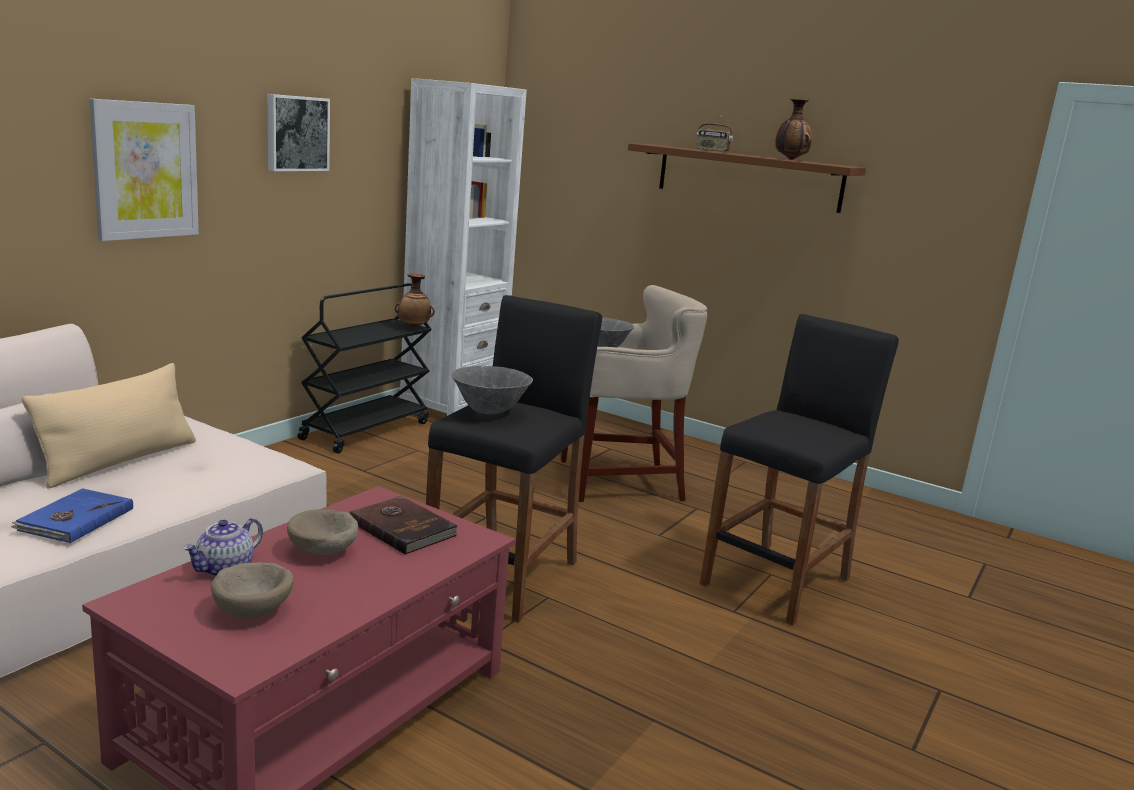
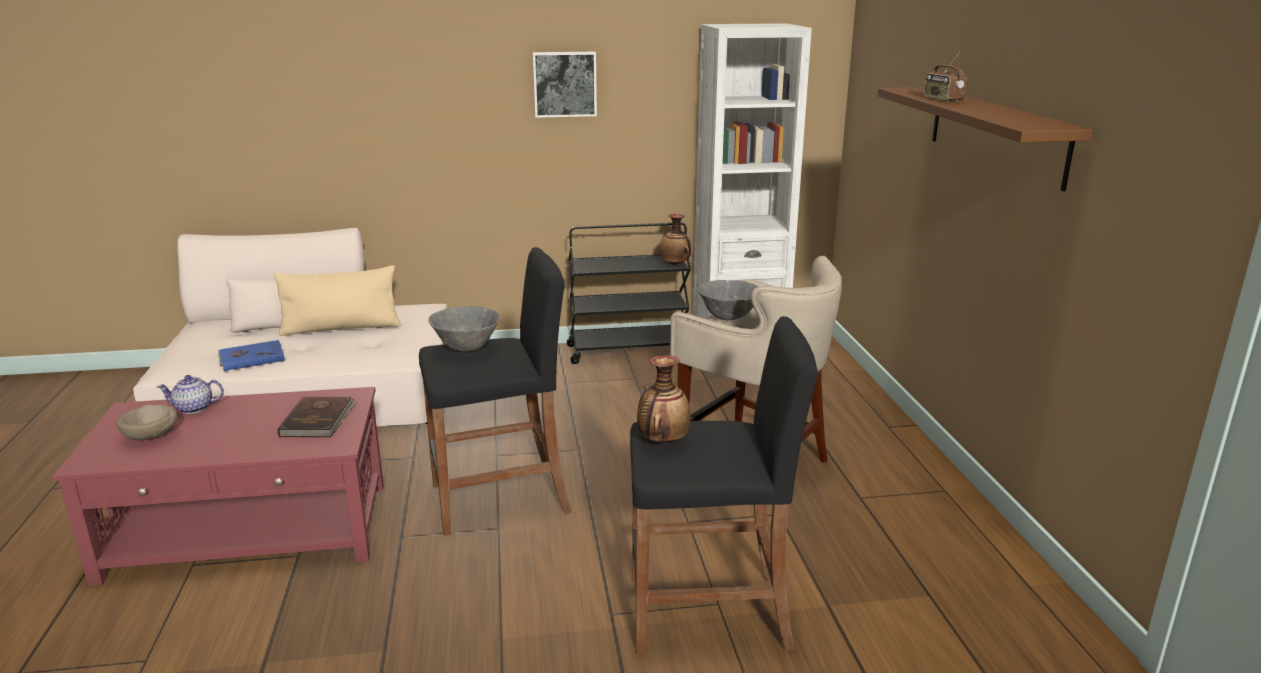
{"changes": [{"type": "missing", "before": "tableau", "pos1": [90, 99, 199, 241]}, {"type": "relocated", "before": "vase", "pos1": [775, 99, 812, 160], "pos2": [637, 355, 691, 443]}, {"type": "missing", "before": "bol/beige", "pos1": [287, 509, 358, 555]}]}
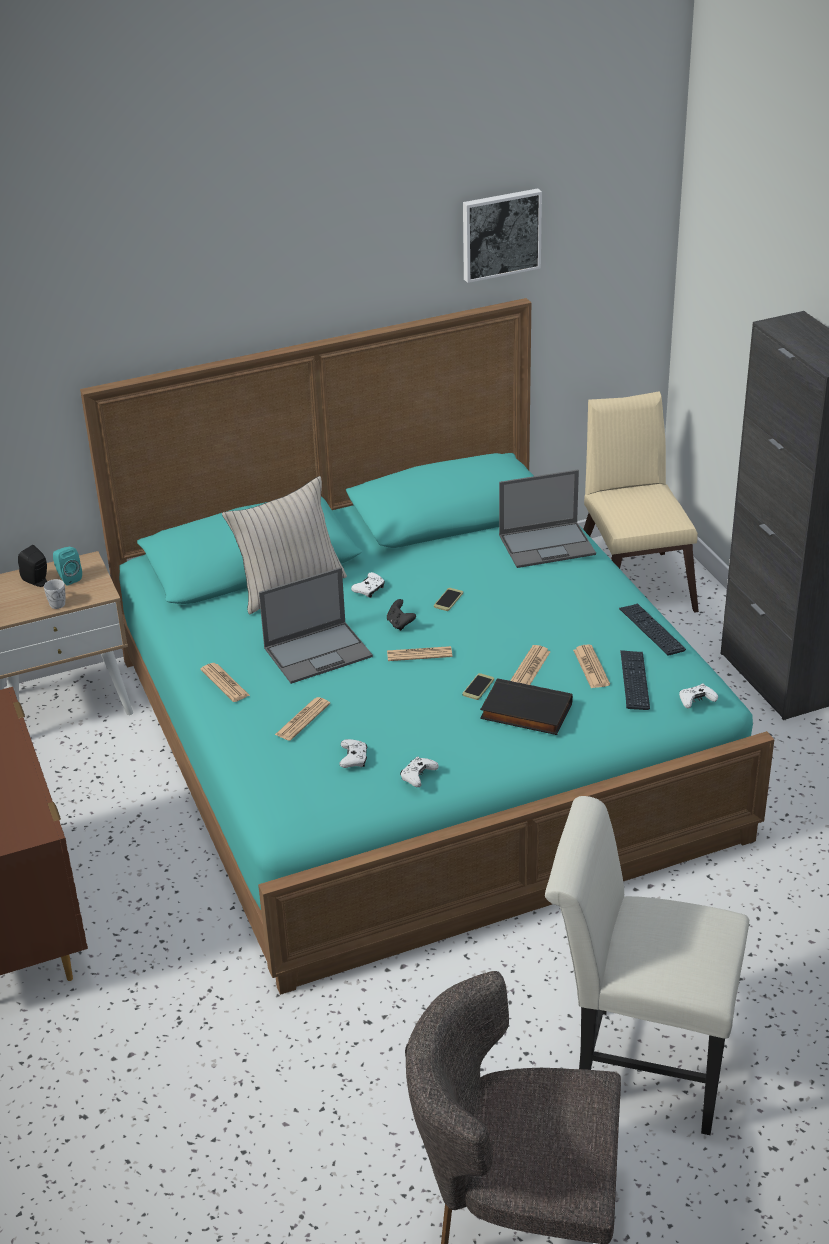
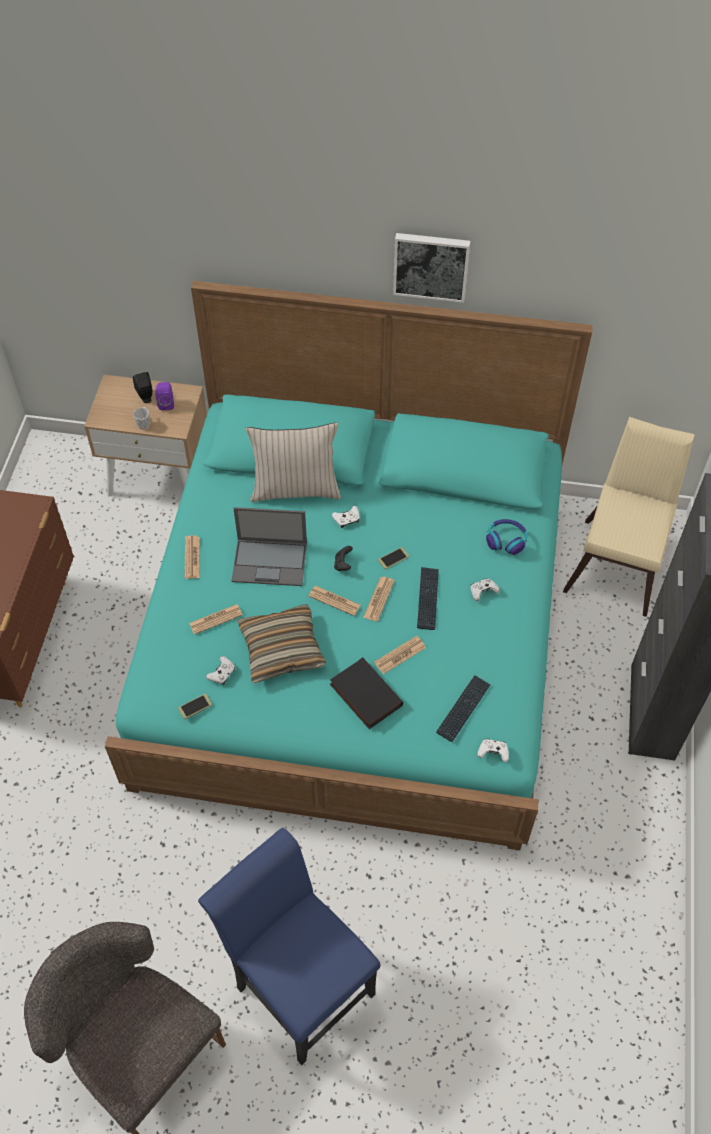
{"changes": [{"type": "relocated", "before": "tableau", "pos1": [463, 188, 542, 283], "pos2": [393, 233, 470, 303]}, {"type": "exchanged", "before": "ordinateur portable", "after": "casque audio", "pos1": [499, 470, 596, 568], "pos2": [486, 519, 527, 555]}, {"type": "colour", "before": "enceinte/turquoise", "after": "enceinte/violet", "pos1": [53, 547, 82, 586], "pos2": [155, 382, 174, 410]}, {"type": "relocated", "before": "clavier", "pos1": [619, 604, 686, 656], "pos2": [417, 567, 439, 630]}, {"type": "relocated", "before": "journal", "pos1": [573, 645, 610, 688], "pos2": [363, 577, 395, 622]}, {"type": "relocated", "before": "téléphone", "pos1": [462, 673, 494, 700], "pos2": [178, 694, 212, 719]}, {"type": "relocated", "before": "manette/blanc", "pos1": [400, 757, 439, 787], "pos2": [470, 578, 500, 601]}, {"type": "colour", "before": "chaise/blanc", "after": "chaise/bleu", "pos1": [545, 796, 749, 1135], "pos2": [198, 828, 381, 1065]}, {"type": "appeared", "after": "coussin", "pos2": [237, 605, 326, 683]}]}
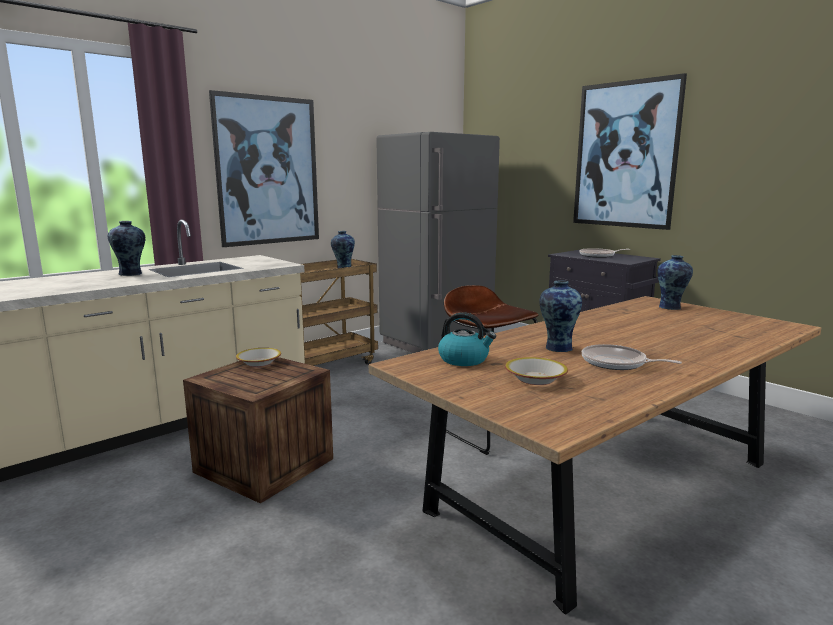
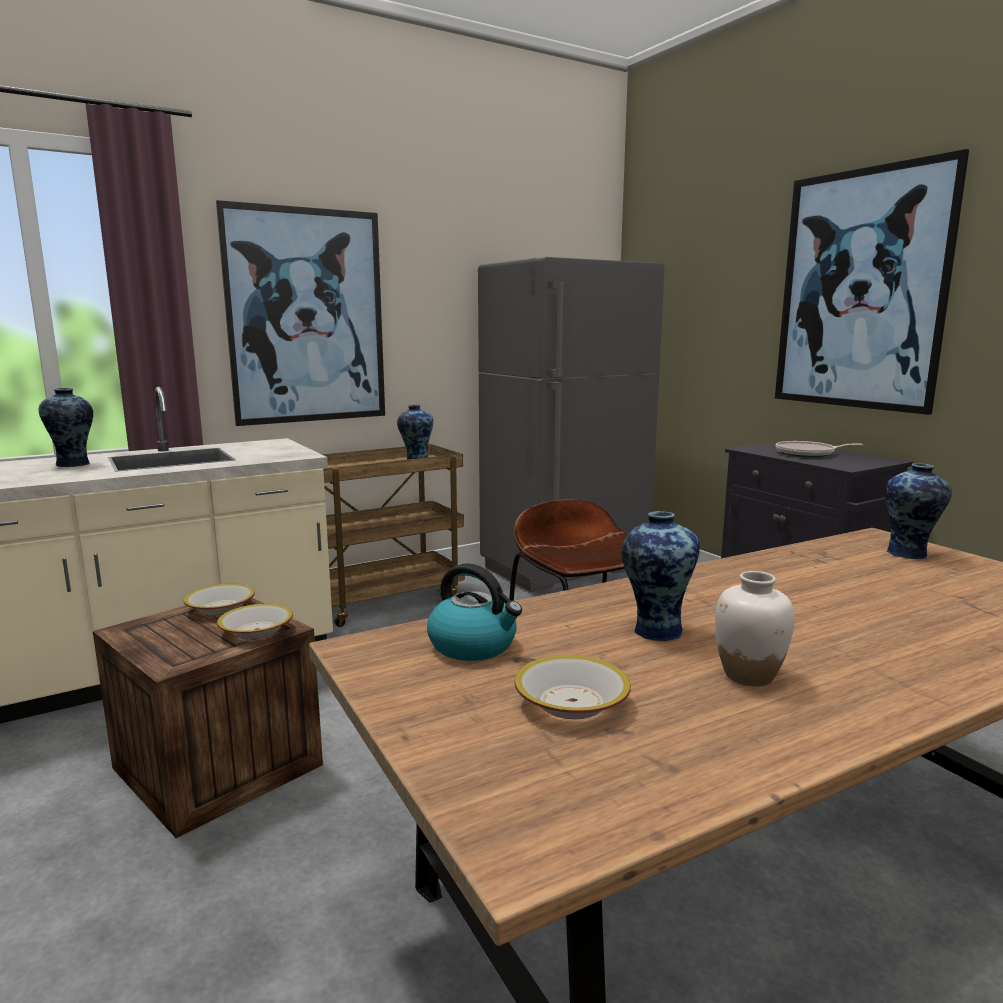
{"changes": [{"type": "exchanged", "before": "poêle", "after": "vase/blanc", "pos1": [582, 344, 682, 370], "pos2": [715, 571, 794, 687]}, {"type": "appeared", "after": "bol", "pos2": [217, 604, 293, 639]}]}
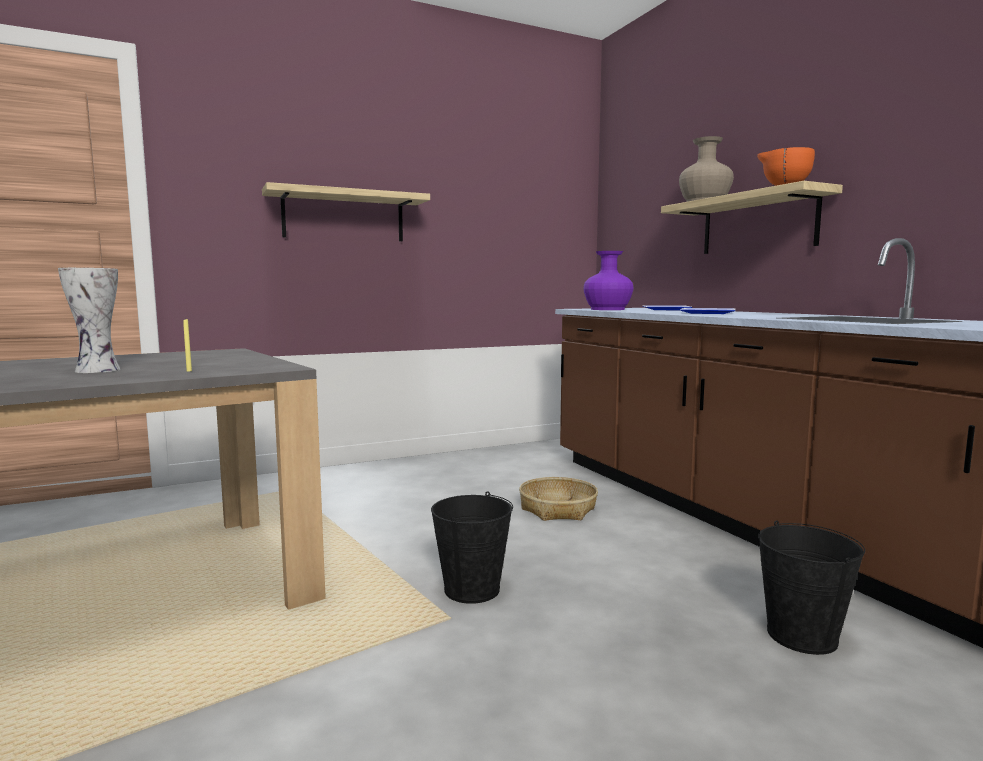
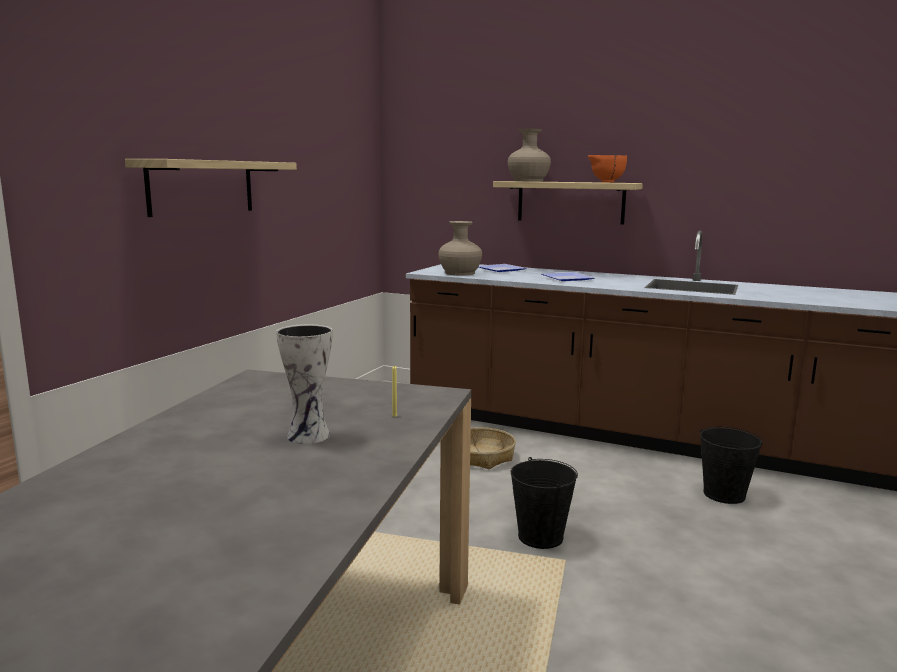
{"changes": [{"type": "colour", "before": "vase/violet", "after": "vase/beige", "pos1": [583, 251, 634, 310], "pos2": [438, 221, 482, 276]}]}
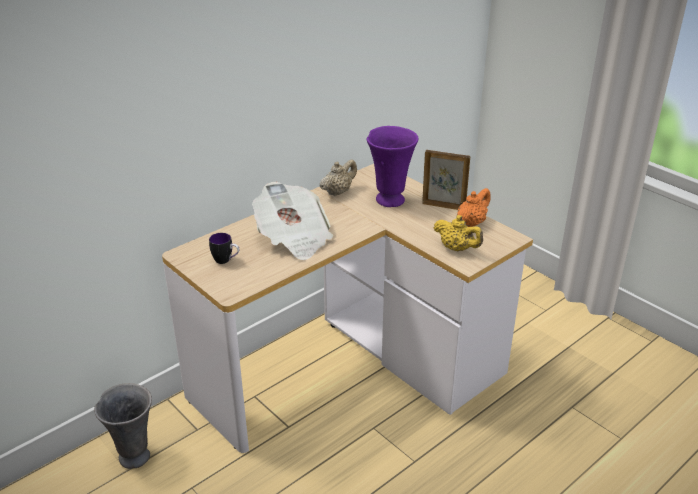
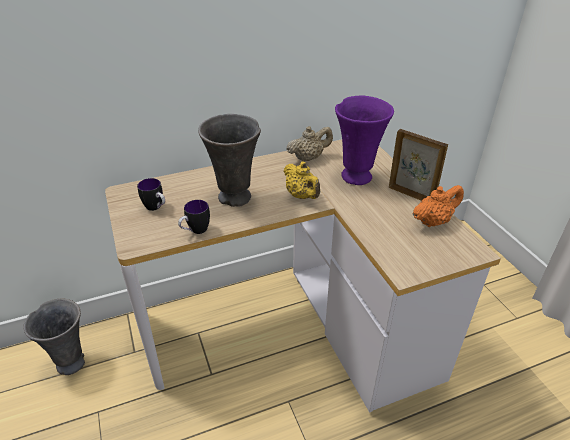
{"changes": [{"type": "exchanged", "before": "journal", "after": "vase/gris", "pos1": [252, 182, 333, 260], "pos2": [198, 114, 261, 207]}, {"type": "relocated", "before": "théière/jaune", "pos1": [434, 215, 483, 251], "pos2": [284, 161, 320, 199]}, {"type": "appeared", "after": "mug", "pos2": [178, 200, 210, 234]}]}
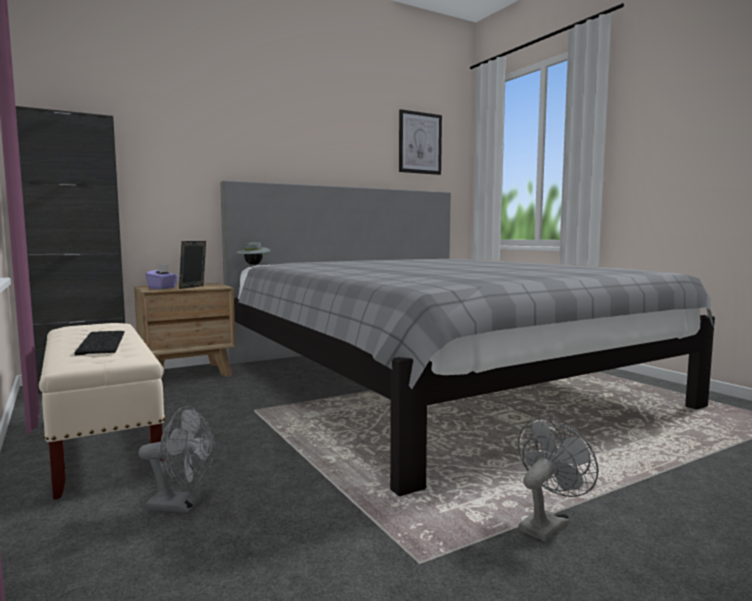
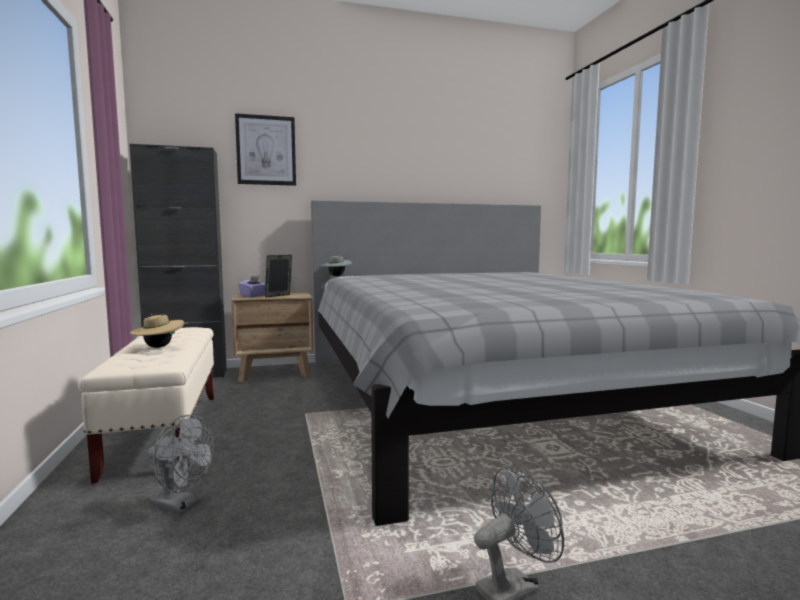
{"changes": [{"type": "relocated", "before": "tableau", "pos1": [399, 109, 442, 175], "pos2": [235, 113, 296, 186]}, {"type": "exchanged", "before": "clavier", "after": "chapeau/beige", "pos1": [74, 331, 125, 355], "pos2": [130, 314, 184, 348]}]}
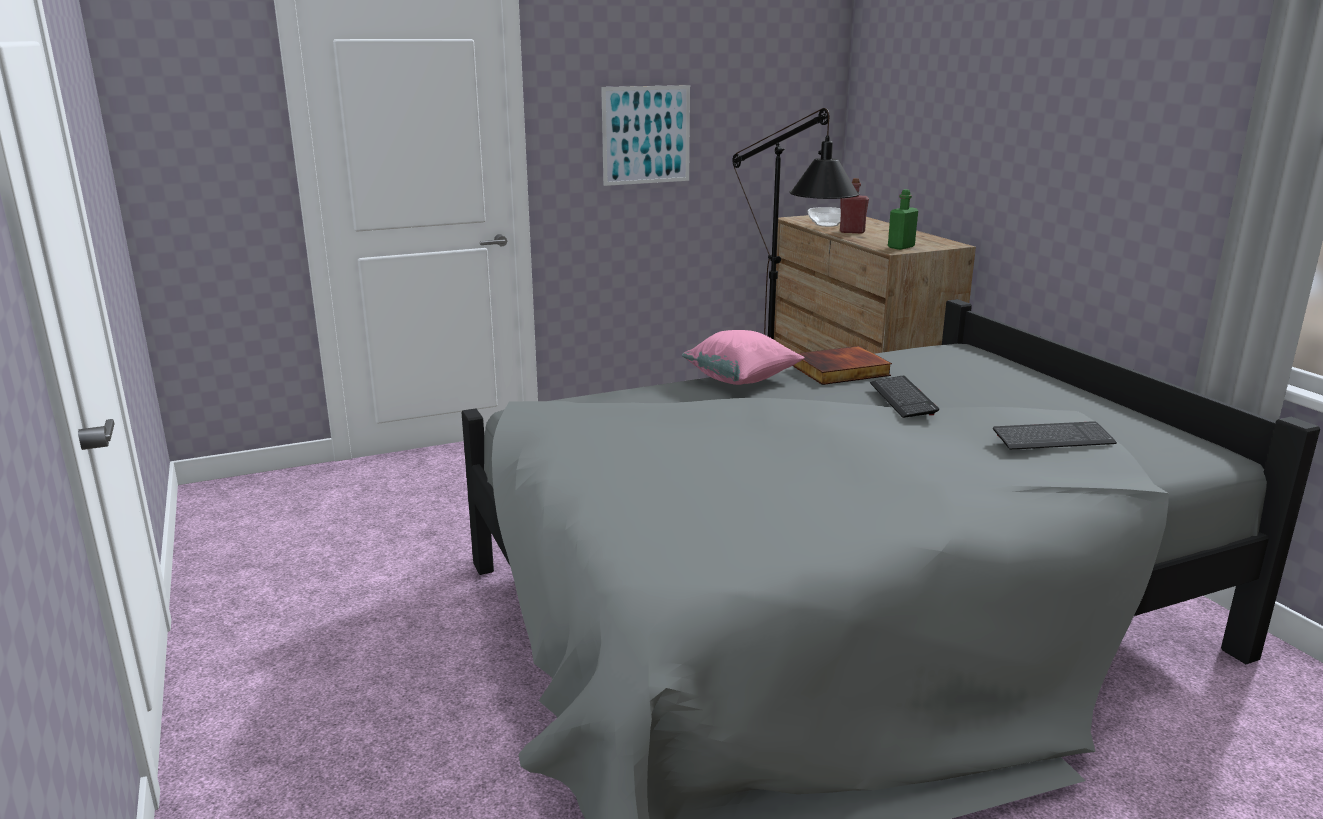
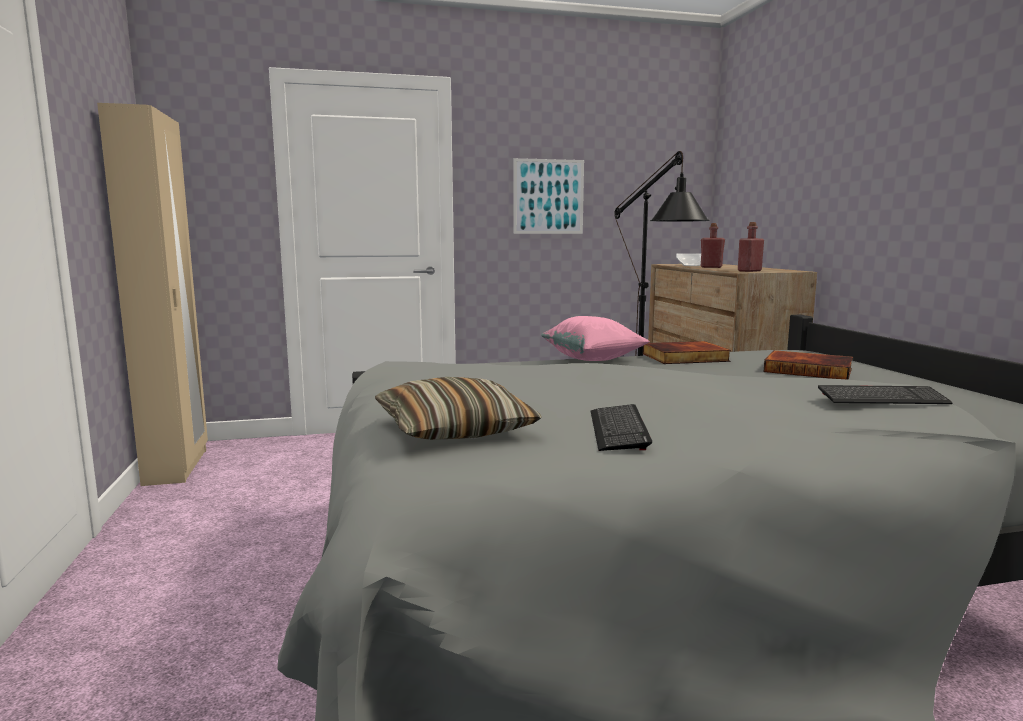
{"changes": [{"type": "colour", "before": "bouteille/vert", "after": "bouteille/rouge", "pos1": [888, 189, 918, 250], "pos2": [738, 222, 764, 272]}, {"type": "relocated", "before": "clavier", "pos1": [870, 376, 939, 418], "pos2": [591, 404, 652, 451]}, {"type": "appeared", "after": "armoire/beige", "pos2": [97, 103, 208, 486]}, {"type": "appeared", "after": "livre", "pos2": [764, 350, 853, 380]}, {"type": "appeared", "after": "coussin", "pos2": [375, 377, 542, 440]}]}
